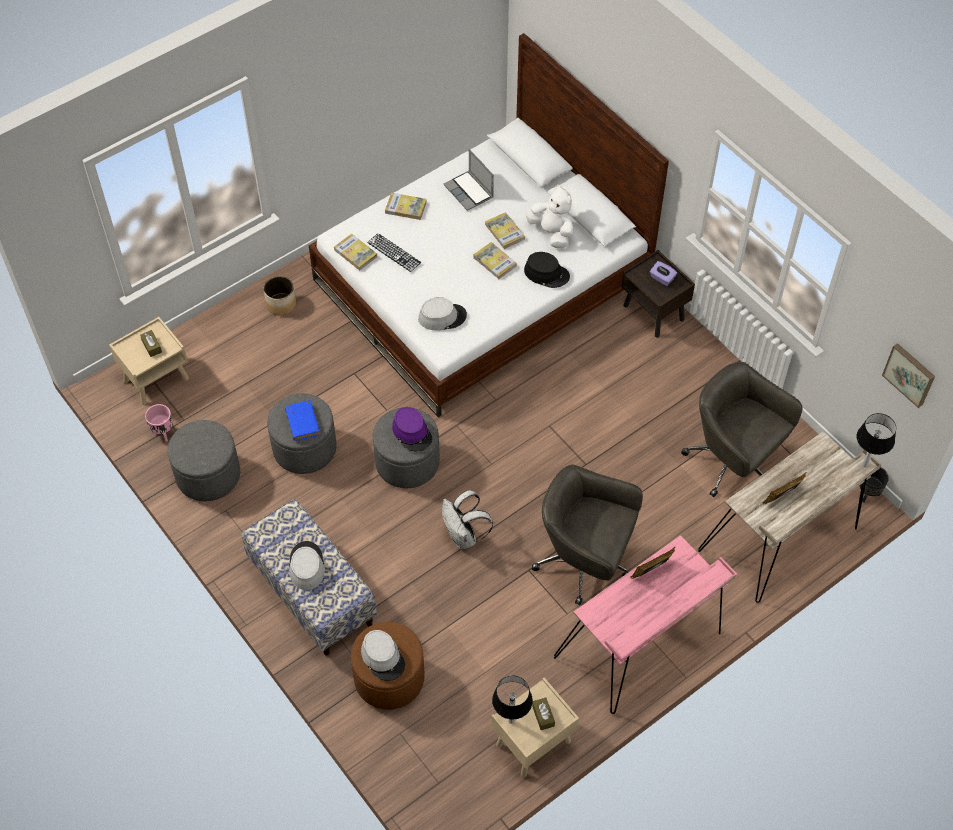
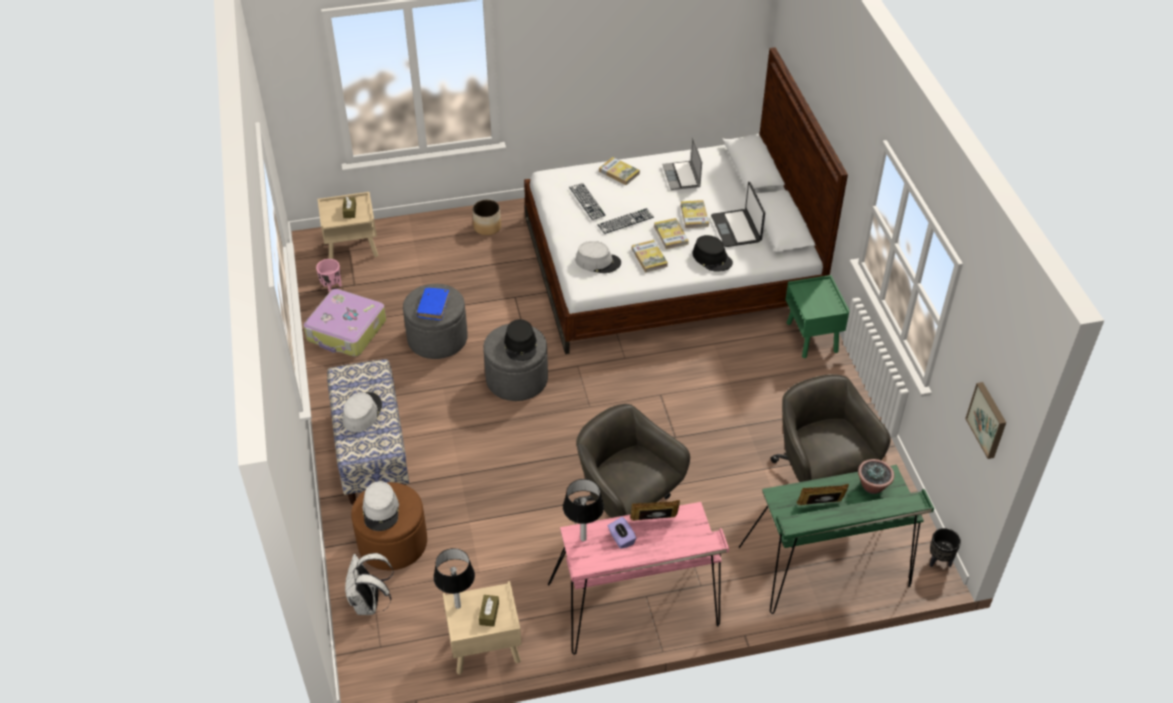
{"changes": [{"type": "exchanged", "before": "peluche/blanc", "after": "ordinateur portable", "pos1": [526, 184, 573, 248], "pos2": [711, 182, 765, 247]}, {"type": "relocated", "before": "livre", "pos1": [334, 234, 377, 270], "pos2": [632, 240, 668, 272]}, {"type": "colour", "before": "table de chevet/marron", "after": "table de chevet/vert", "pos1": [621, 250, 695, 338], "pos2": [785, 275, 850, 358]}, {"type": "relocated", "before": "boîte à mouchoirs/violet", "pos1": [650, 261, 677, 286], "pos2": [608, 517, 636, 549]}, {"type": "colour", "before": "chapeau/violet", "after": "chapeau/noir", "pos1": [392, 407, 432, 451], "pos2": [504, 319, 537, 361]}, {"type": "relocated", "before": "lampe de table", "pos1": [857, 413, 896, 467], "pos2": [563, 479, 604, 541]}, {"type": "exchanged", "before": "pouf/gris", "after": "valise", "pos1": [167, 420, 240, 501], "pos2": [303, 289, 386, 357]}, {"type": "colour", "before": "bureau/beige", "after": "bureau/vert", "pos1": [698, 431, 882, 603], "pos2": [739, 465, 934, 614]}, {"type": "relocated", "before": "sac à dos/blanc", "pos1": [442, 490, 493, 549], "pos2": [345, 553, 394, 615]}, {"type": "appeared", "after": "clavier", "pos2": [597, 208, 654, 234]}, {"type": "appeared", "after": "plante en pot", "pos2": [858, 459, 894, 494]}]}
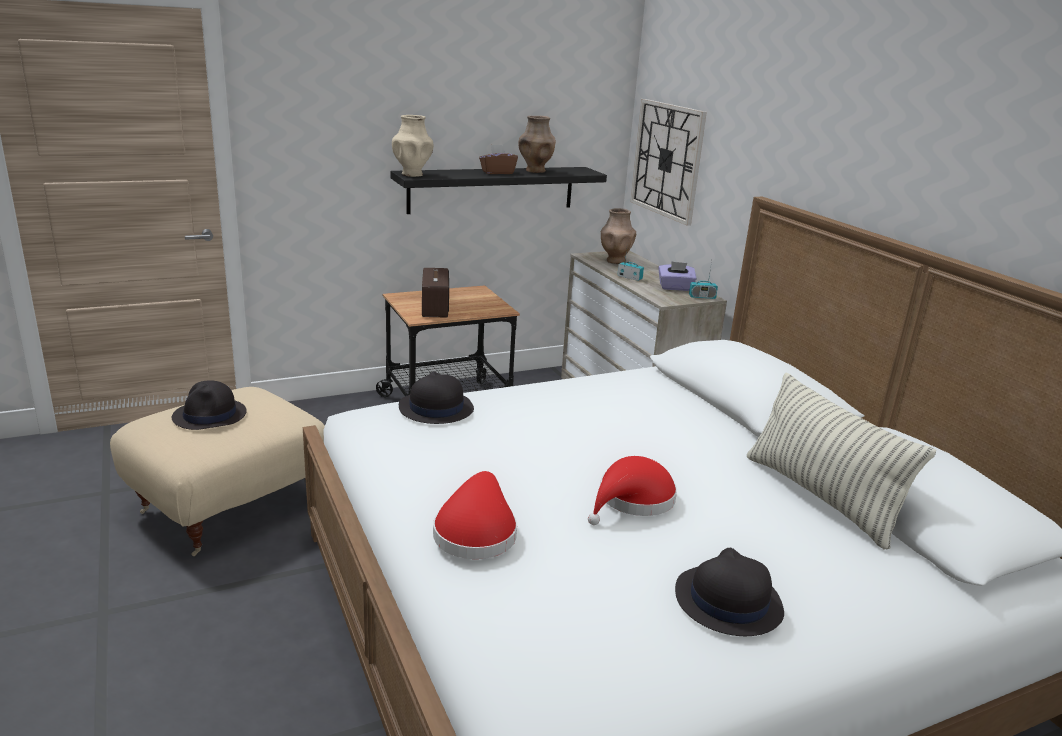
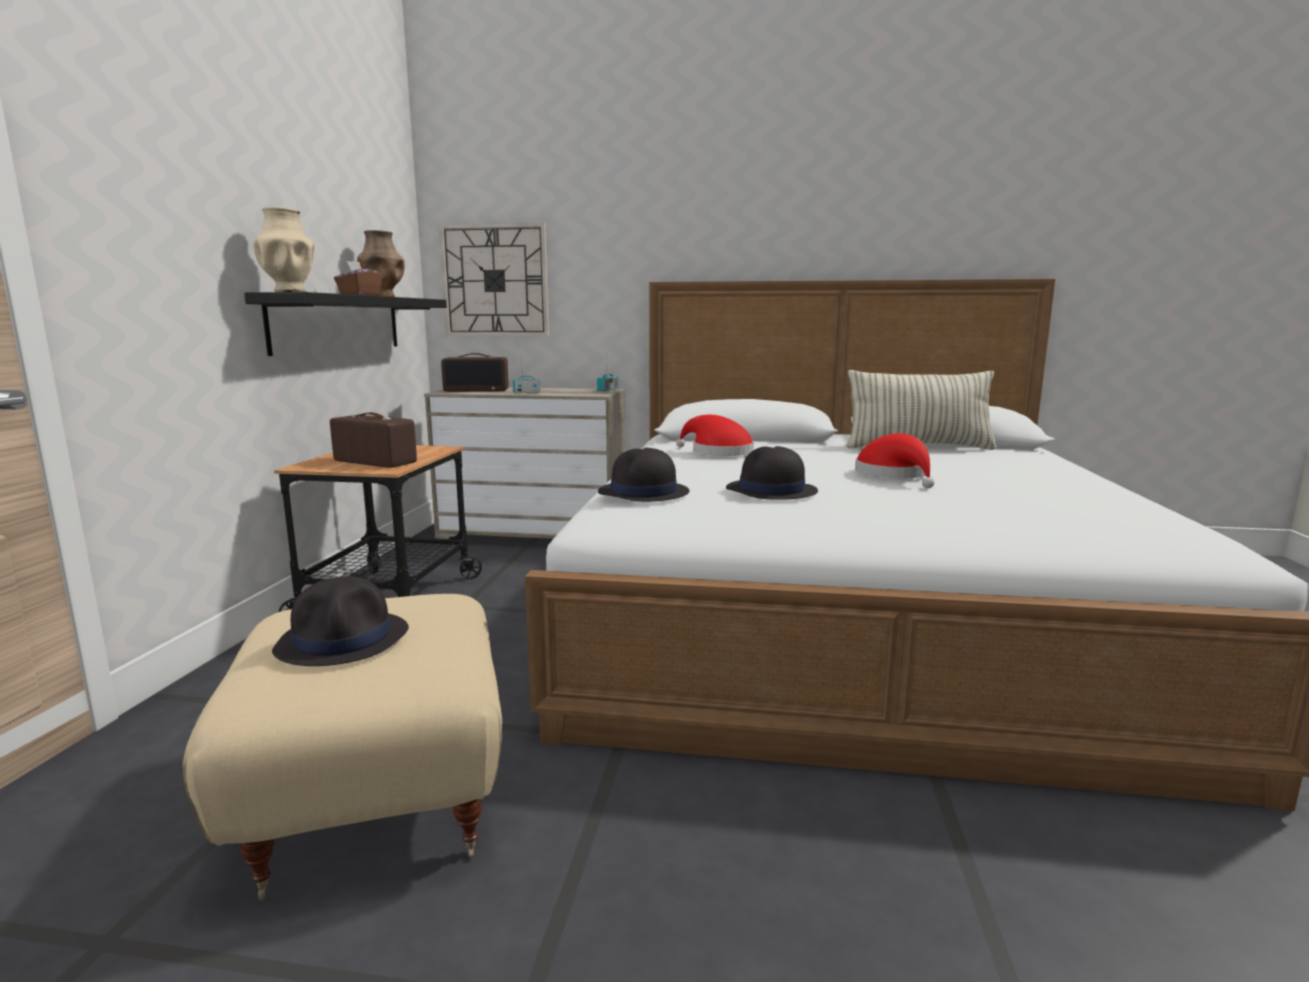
{"changes": [{"type": "exchanged", "before": "vase/marron", "after": "radio", "pos1": [601, 208, 636, 264], "pos2": [441, 353, 509, 392]}, {"type": "missing", "before": "boîte à mouchoirs/violet", "pos1": [658, 262, 696, 291]}, {"type": "relocated", "before": "chapeau/rouge", "pos1": [433, 471, 517, 559], "pos2": [676, 415, 754, 456]}, {"type": "relocated", "before": "chapeau/noir", "pos1": [675, 548, 784, 636], "pos2": [726, 446, 818, 500]}]}
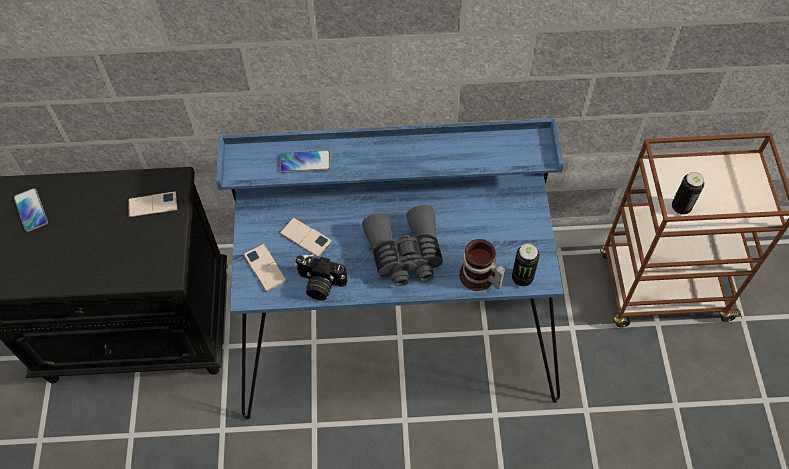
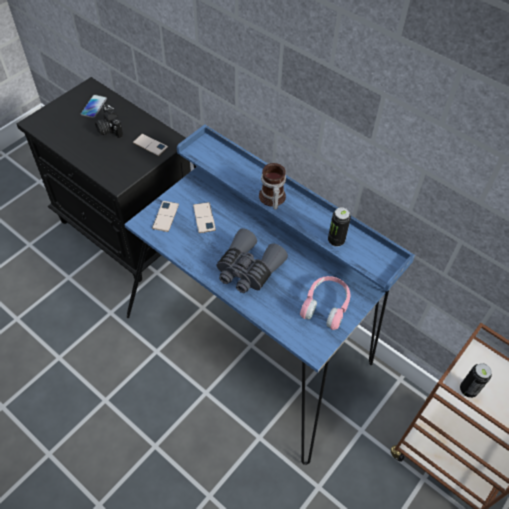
{"changes": [{"type": "missing", "before": "téléphone", "pos1": [280, 150, 331, 173]}, {"type": "relocated", "before": "mug", "pos1": [459, 239, 505, 291], "pos2": [259, 163, 286, 210]}, {"type": "relocated", "before": "boîte métallique", "pos1": [512, 244, 539, 287], "pos2": [328, 207, 351, 247]}, {"type": "relocated", "before": "appareil photo", "pos1": [295, 254, 347, 301], "pos2": [95, 104, 123, 138]}, {"type": "appeared", "after": "casque audio/rose", "pos2": [300, 276, 350, 330]}]}
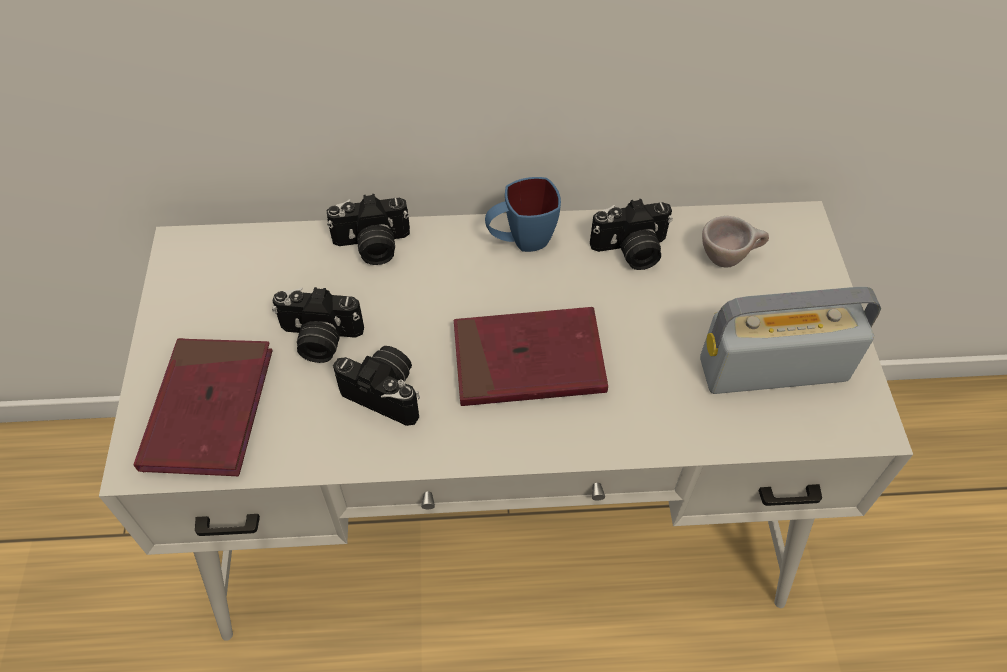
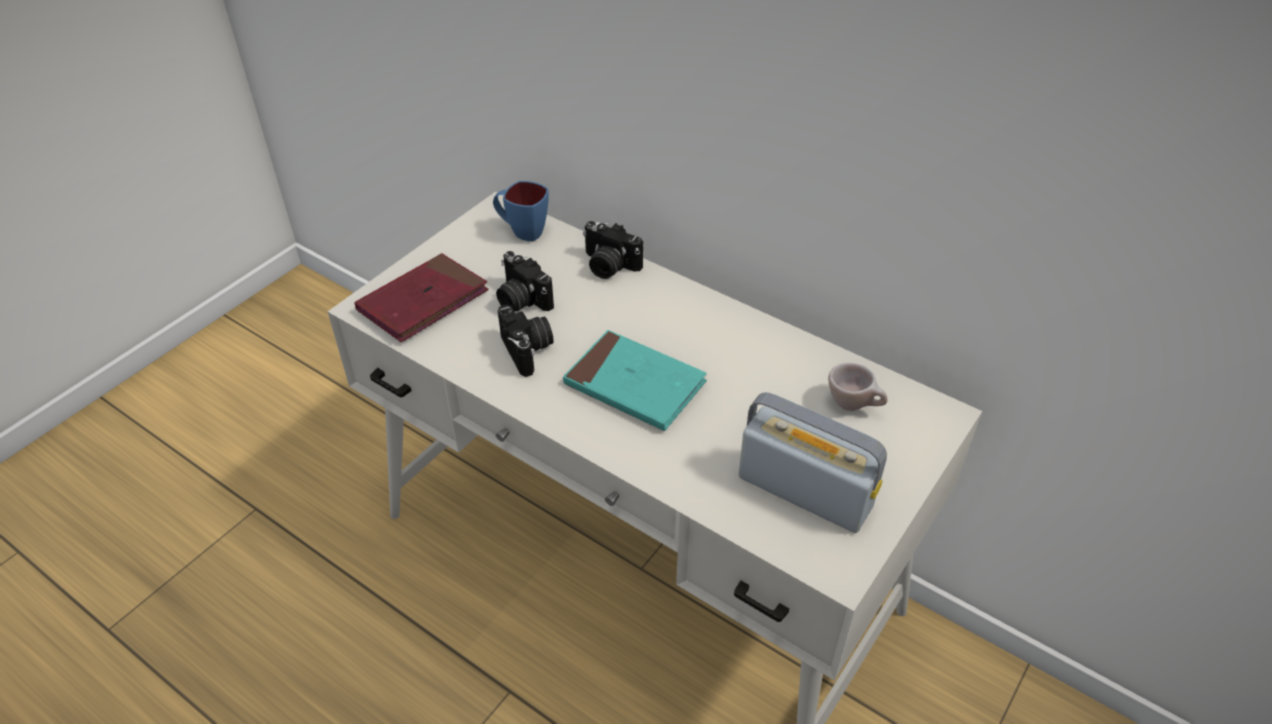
{"changes": [{"type": "relocated", "before": "mug/bleu", "pos1": [485, 177, 561, 252], "pos2": [493, 181, 549, 241]}, {"type": "missing", "before": "appareil photo", "pos1": [590, 199, 673, 270]}, {"type": "colour", "before": "livre/rouge", "after": "livre/turquoise", "pos1": [454, 307, 608, 406], "pos2": [563, 330, 707, 431]}]}
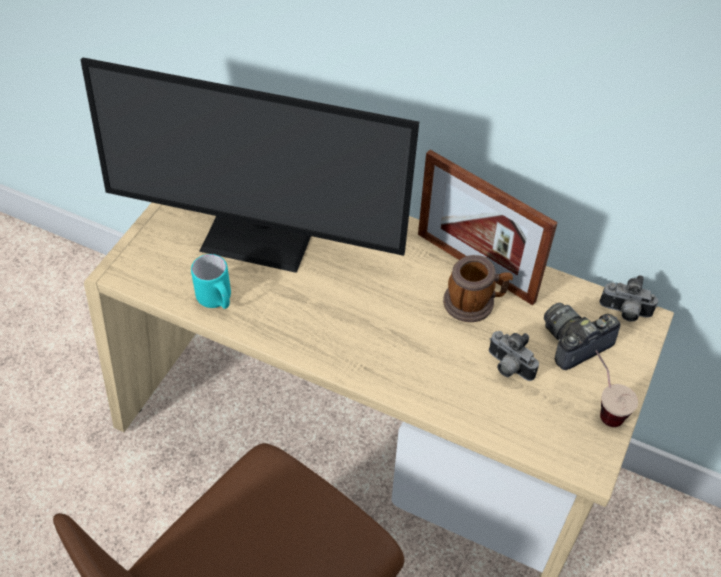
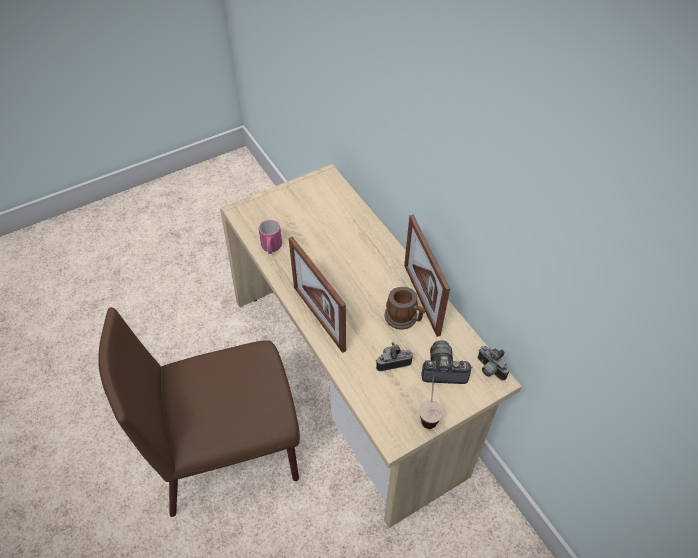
{"changes": [{"type": "missing", "before": "écran d'ordinateur", "pos1": [81, 57, 419, 273]}, {"type": "colour", "before": "mug/turquoise", "after": "mug/rose", "pos1": [191, 254, 231, 309], "pos2": [259, 220, 282, 254]}, {"type": "spun", "before": "appareil photo", "pos1": [489, 331, 539, 381], "pos2": [376, 342, 413, 371], "turn": 90}, {"type": "appeared", "after": "cadre photo", "pos2": [289, 237, 346, 353]}]}
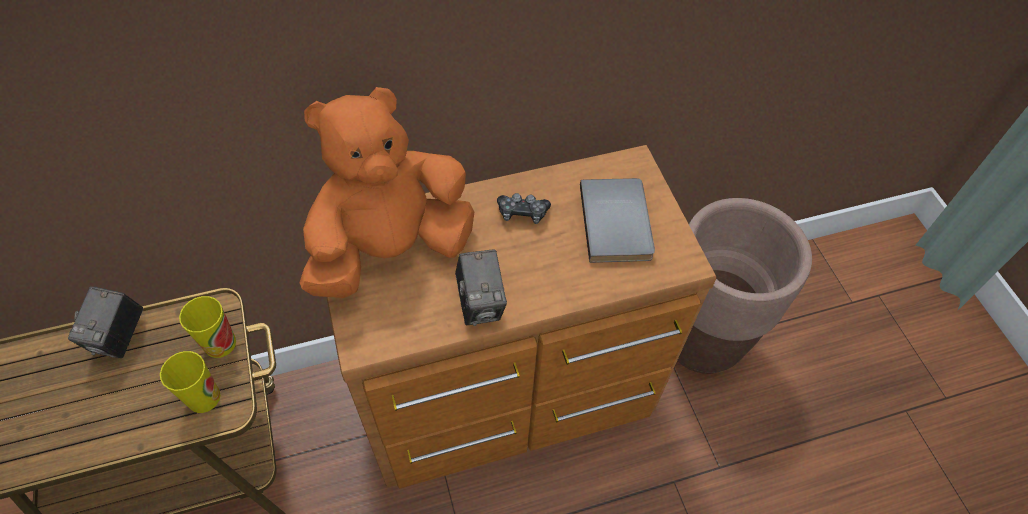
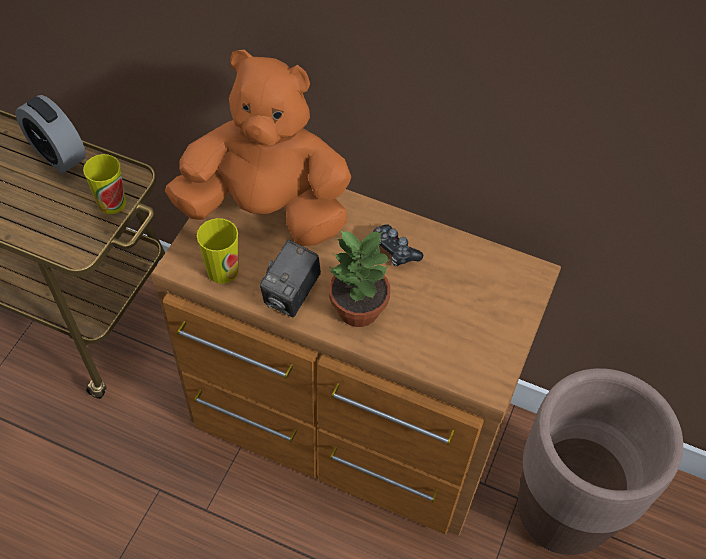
{"changes": [{"type": "missing", "before": "livre/gris", "pos1": [580, 178, 655, 263]}, {"type": "exchanged", "before": "appareil photo", "after": "réveil", "pos1": [68, 286, 144, 358], "pos2": [16, 95, 86, 174]}, {"type": "relocated", "before": "tasse", "pos1": [160, 351, 220, 413], "pos2": [197, 218, 239, 284]}, {"type": "appeared", "after": "plante en pot", "pos2": [328, 230, 390, 327]}]}
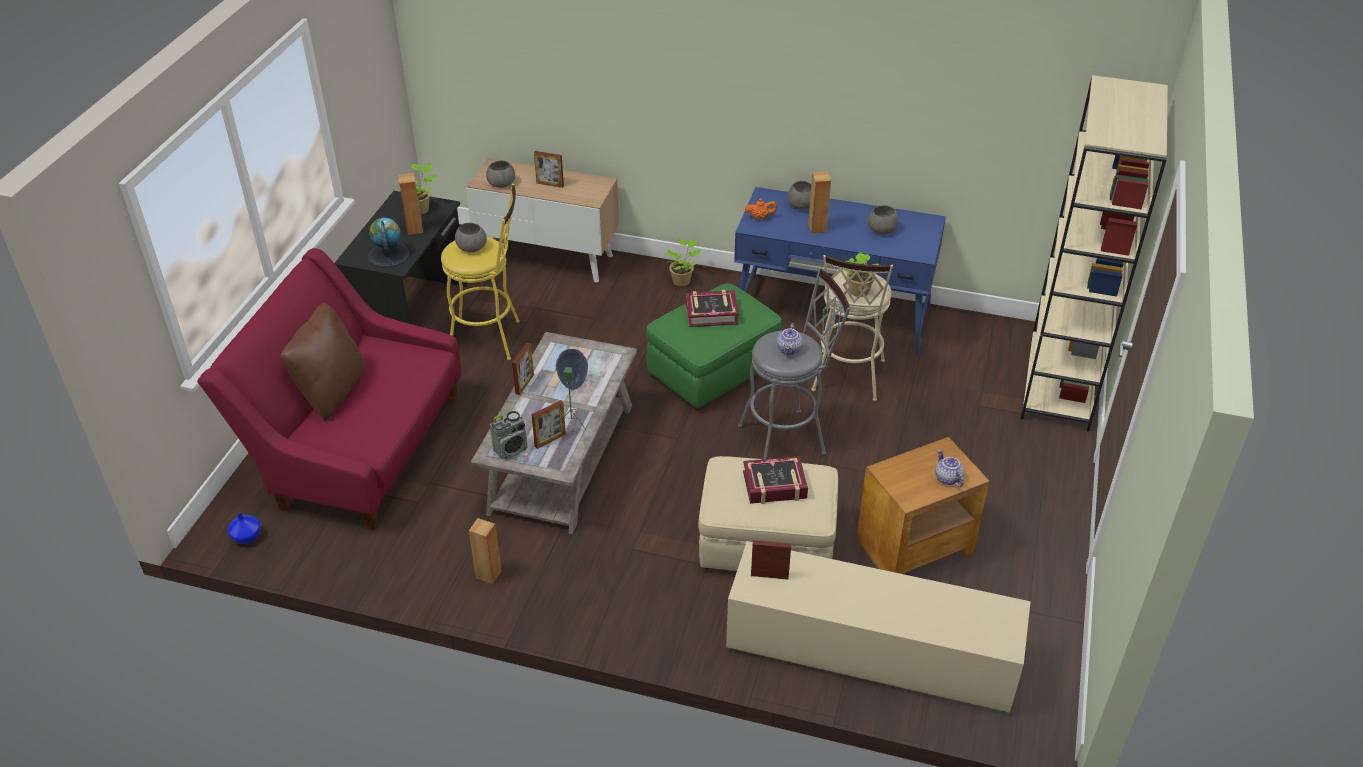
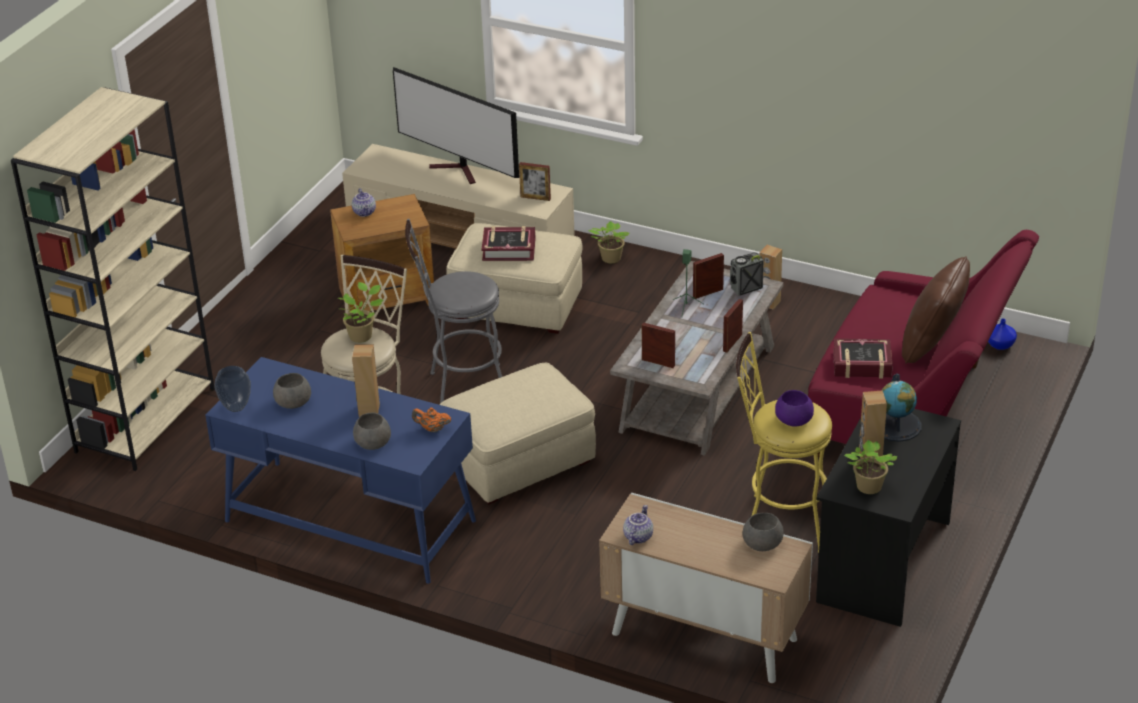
{"changes": [{"type": "relocated", "before": "cadre photo", "pos1": [534, 151, 564, 188], "pos2": [642, 322, 675, 368]}, {"type": "colour", "before": "bol/gris", "after": "bol/violet", "pos1": [455, 223, 487, 252], "pos2": [775, 390, 814, 427]}, {"type": "relocated", "before": "plante en pot", "pos1": [664, 239, 701, 286], "pos2": [588, 221, 629, 263]}, {"type": "colour", "before": "pouf/vert", "after": "pouf/beige", "pos1": [646, 283, 782, 411], "pos2": [439, 363, 596, 505]}, {"type": "relocated", "before": "livre", "pos1": [685, 290, 739, 327], "pos2": [833, 338, 893, 378]}, {"type": "relocated", "before": "théière", "pos1": [777, 323, 803, 355], "pos2": [623, 505, 653, 545]}, {"type": "relocated", "before": "vase", "pos1": [556, 349, 588, 390], "pos2": [214, 366, 251, 412]}, {"type": "appeared", "after": "téléviseur", "pos2": [393, 67, 519, 184]}]}
